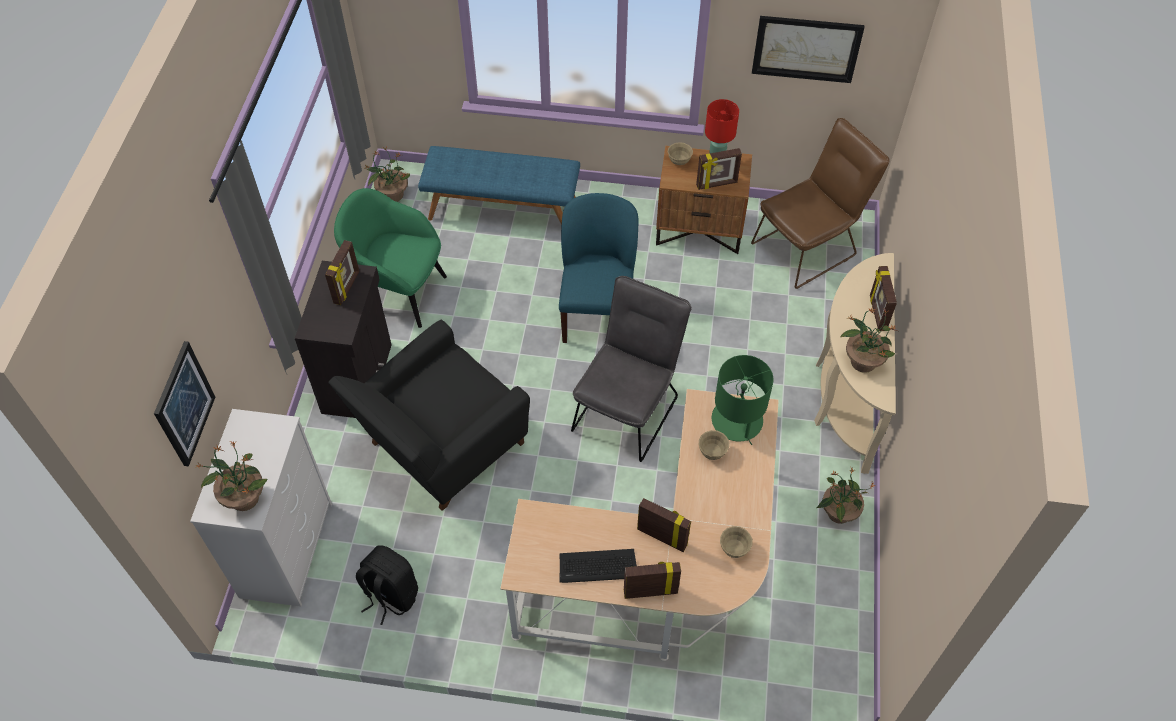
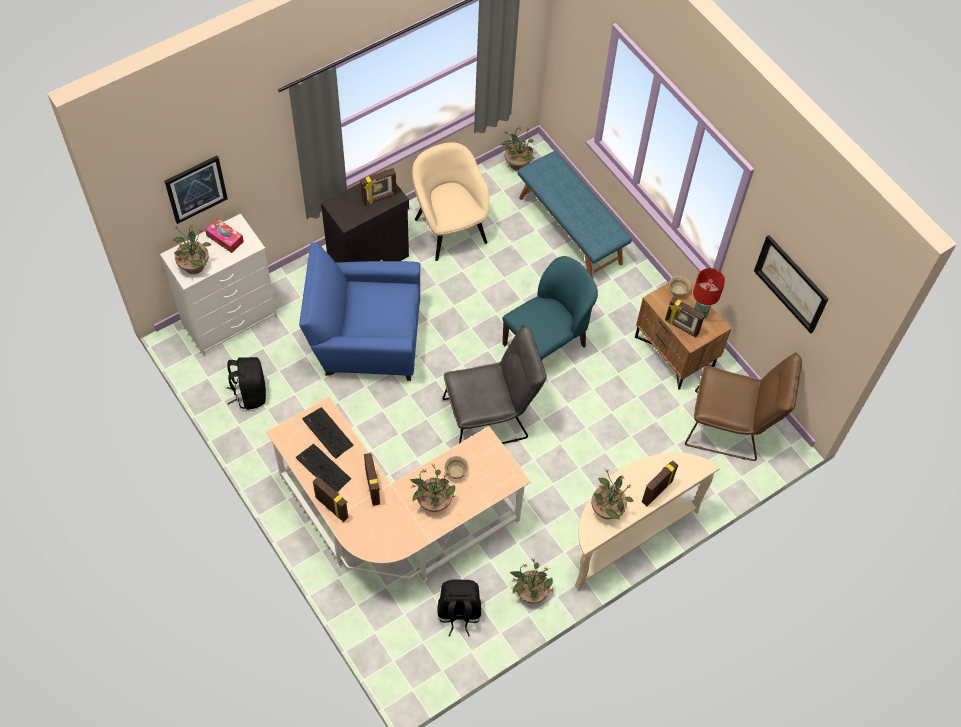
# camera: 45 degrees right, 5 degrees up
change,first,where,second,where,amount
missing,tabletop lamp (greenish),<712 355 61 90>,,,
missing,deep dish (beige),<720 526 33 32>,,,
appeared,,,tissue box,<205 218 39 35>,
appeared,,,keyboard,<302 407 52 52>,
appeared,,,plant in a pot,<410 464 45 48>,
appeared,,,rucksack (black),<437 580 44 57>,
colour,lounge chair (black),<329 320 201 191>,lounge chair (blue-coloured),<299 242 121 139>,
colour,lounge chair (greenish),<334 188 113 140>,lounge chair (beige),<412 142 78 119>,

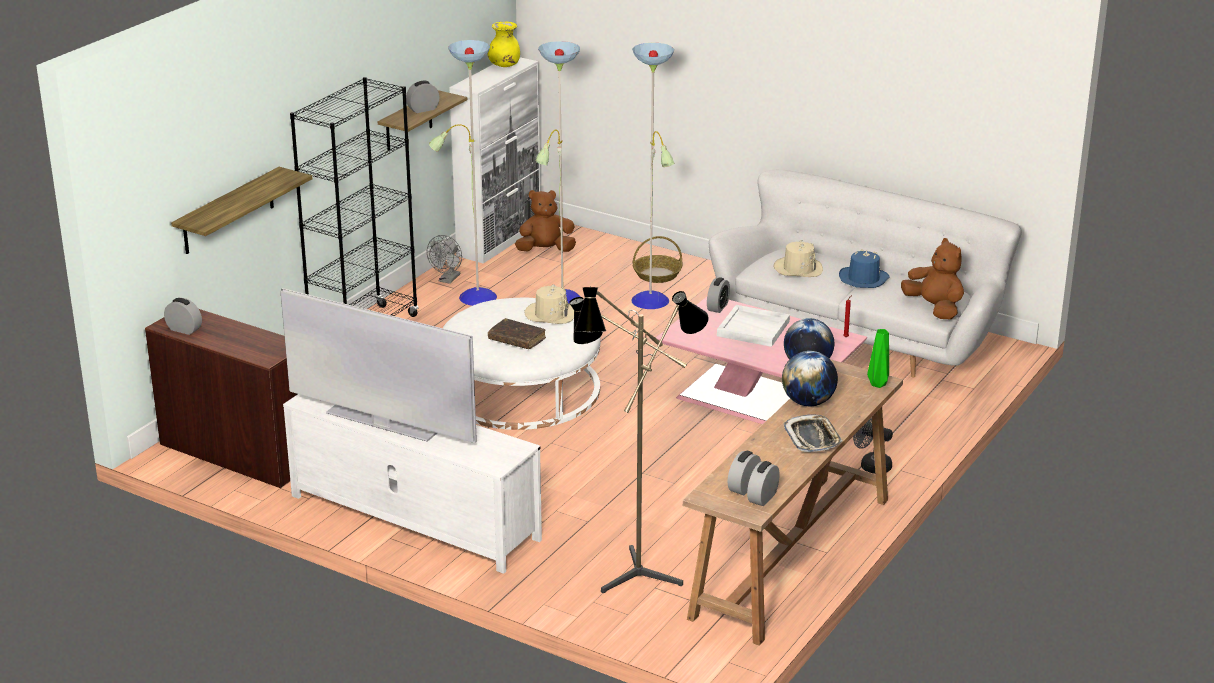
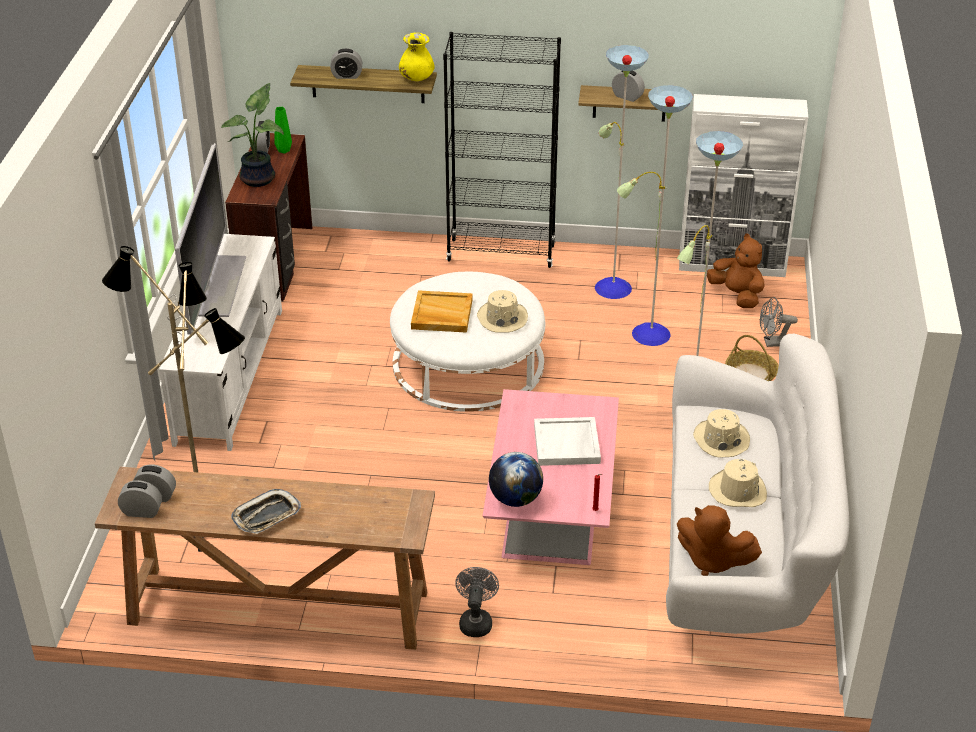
# camera: 65 degrees right, 10 degrees up
change,first,where,second,where,amount
missing,globe,<782 351 56 55>,,,
appeared,,,plant in a pot,<221 83 63 104>,
relocated,fan (grey),<427 235 35 49>,,<760 297 38 50>,
relocated,decorative vase (yellowish),<488 21 32 46>,,<399 33 36 48>,
relocated,table clock,<707 277 23 36>,,<330 48 32 31>,
relocated,decorative vase (greenish),<867 329 22 59>,,<274 107 18 47>,
exchanged,volume (brownish),<488 318 58 31>,serving tray (beige),<411 290 62 43>,
colour,hat (blue-coloured),<839 249 50 39>,hat (beige),<709 458 58 49>,
spun,plush toy (brownish),<901 238 63 81>,,<677 505 85 71>,90 degrees clockwise

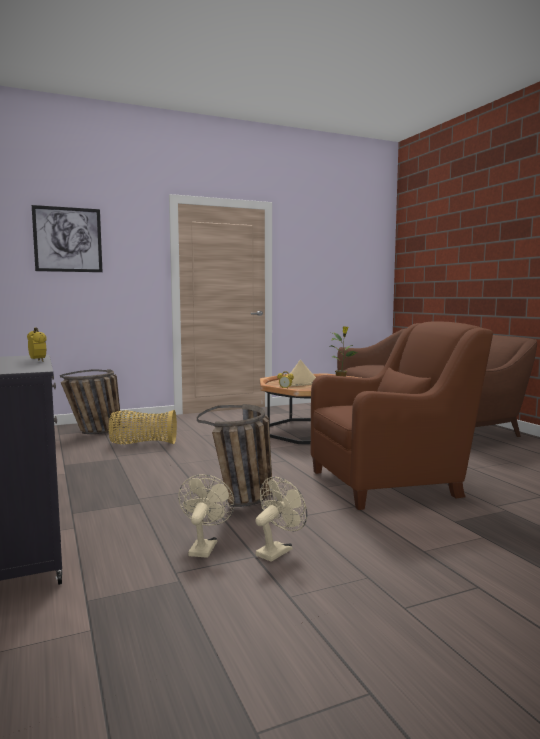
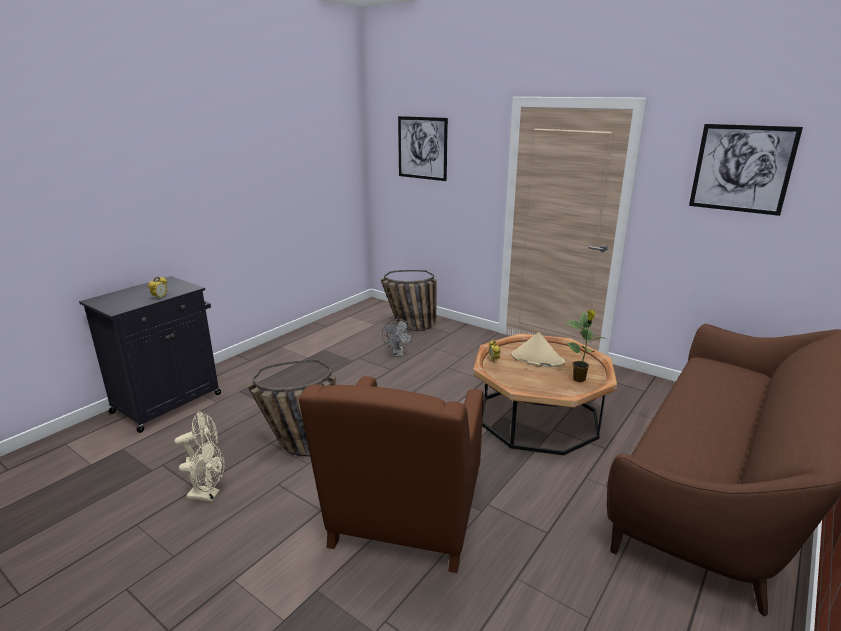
# camera: 60 degrees right, 15 degrees up
change,first,where,second,where,amount
appeared,,,wall art,<689 124 114 92>,
exchanged,household basket,<109 410 68 35>,fan (grey),<382 319 31 38>,
spun,lounge chair (brownish),<311 321 182 189>,,<299 376 185 197>,60 degrees clockwise

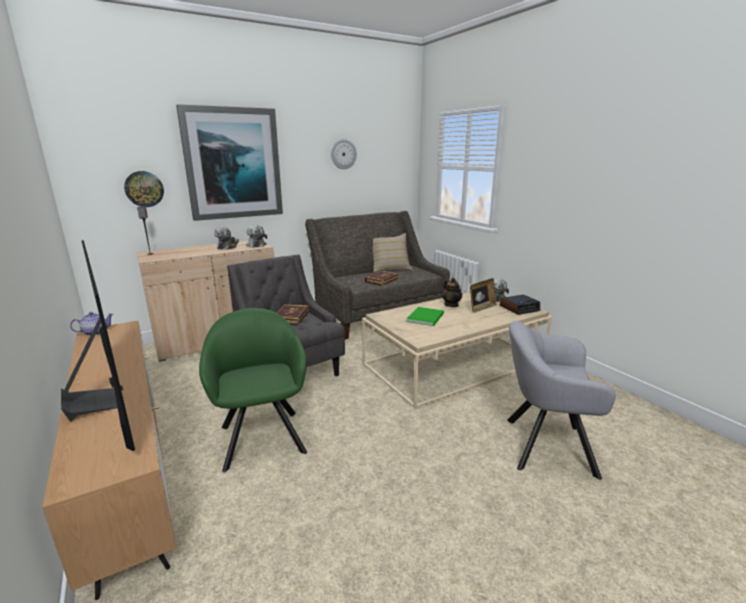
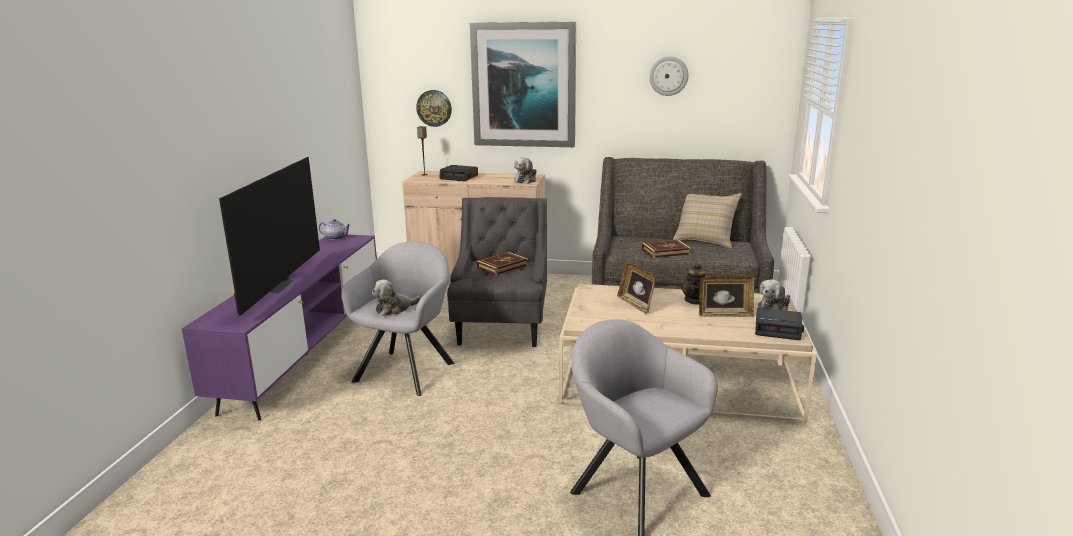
# camera: 40 degrees right, 0 degrees up
change,first,where,second,where,amount
appeared,,,table clock,<439 165 39 16>,
relocated,plush toy,<214 226 25 24>,,<372 280 49 36>,
exchanged,volume (greenish),<407 307 37 19>,photo frame,<617 262 39 52>,
colour,tv unit (brownish),<42 320 135 280>,tv unit (purple-coloured),<182 235 195 185>,
colour,lounge chair (greenish),<199 308 108 164>,lounge chair (grey),<341 241 113 155>,

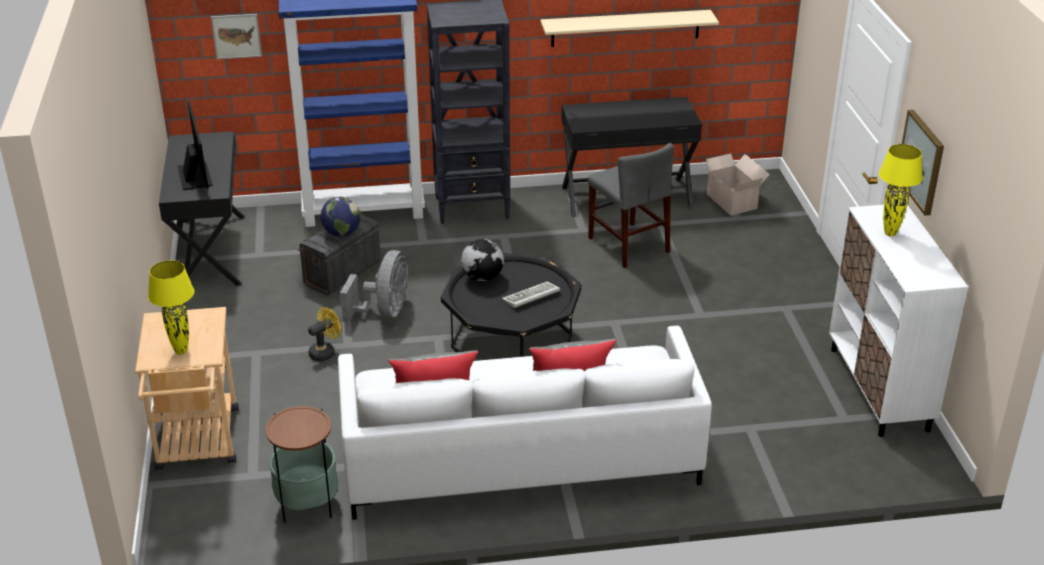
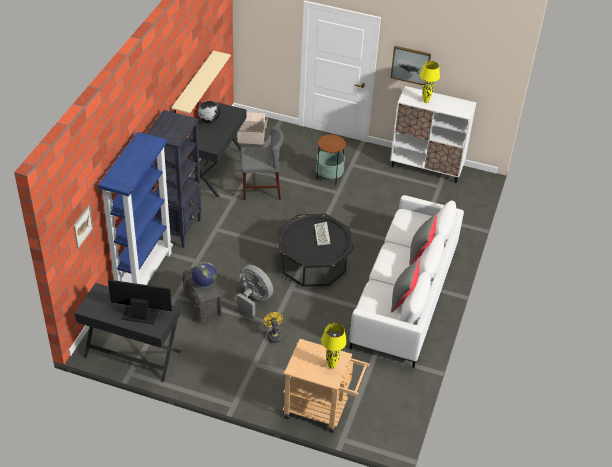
# camera: 65 degrees left, 10 degrees up
change,first,where,second,where,amount
relocated,side table,<265 406 73 117>,,<316 134 30 52>,
relocated,globe,<461 239 43 42>,,<198 101 22 22>,

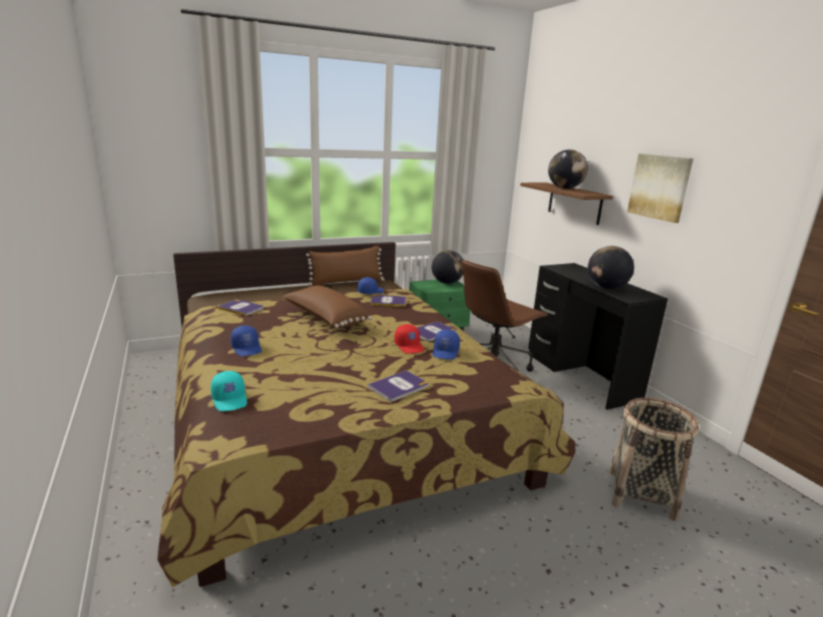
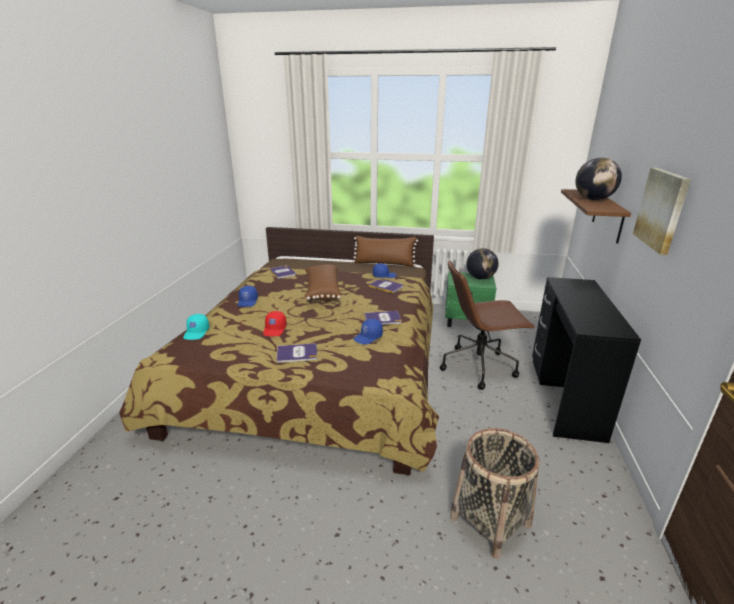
# camera: 35 degrees right, 5 degrees up
change,first,where,second,where,amount
missing,globe,<588 246 46 43>,,,
relocated,baseball cap (red-coloured),<394 324 30 30>,,<263 311 24 25>,

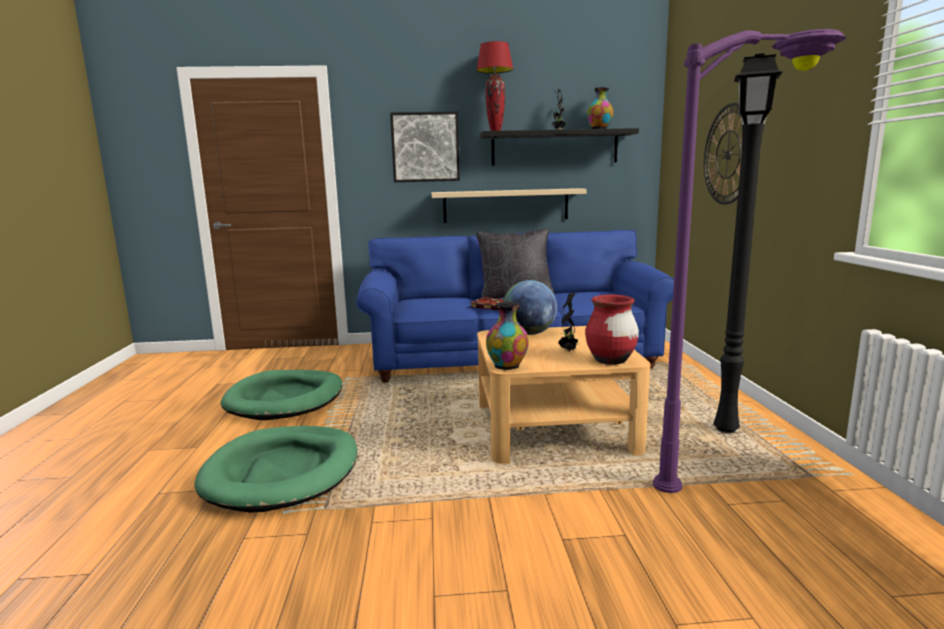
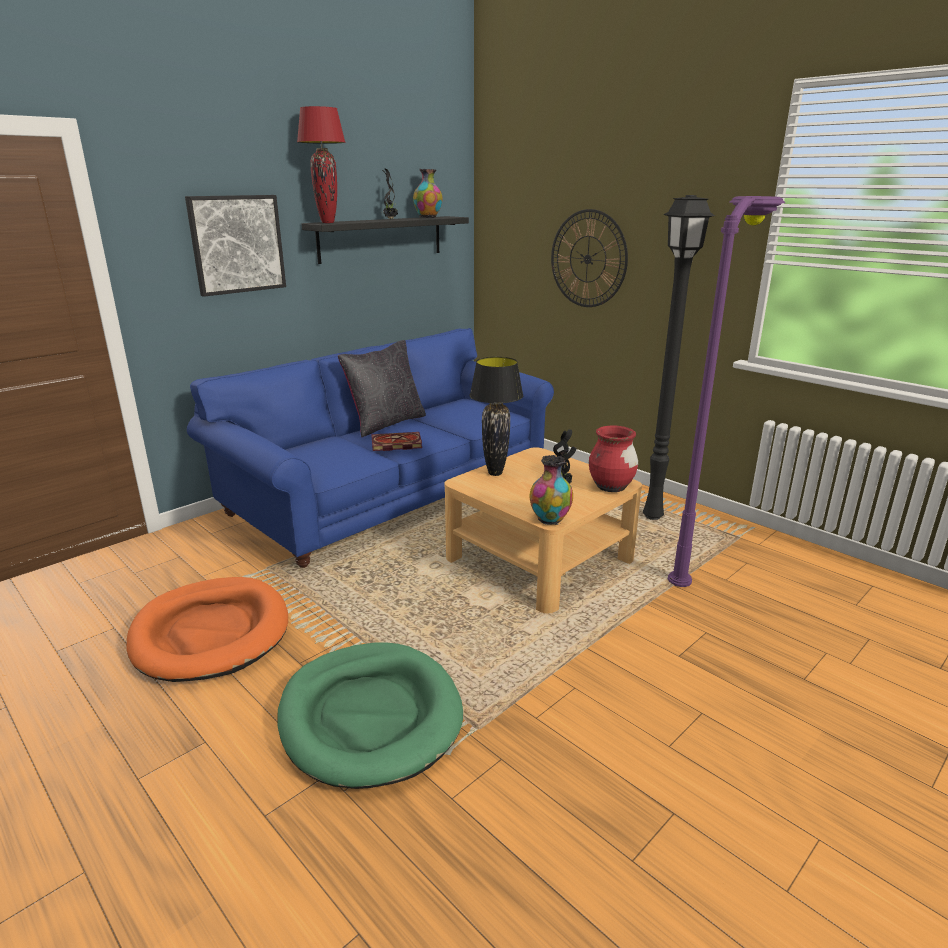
# camera: 40 degrees left, 10 degrees up
change,first,where,second,where,amount
missing,shelf (beige),<431 188 156 35>,,,
exchanged,globe,<503 280 54 55>,tabletop lamp (black),<469 357 54 119>,
colour,pet bed (greenish),<221 370 121 50>,pet bed (orange),<126 577 162 105>,

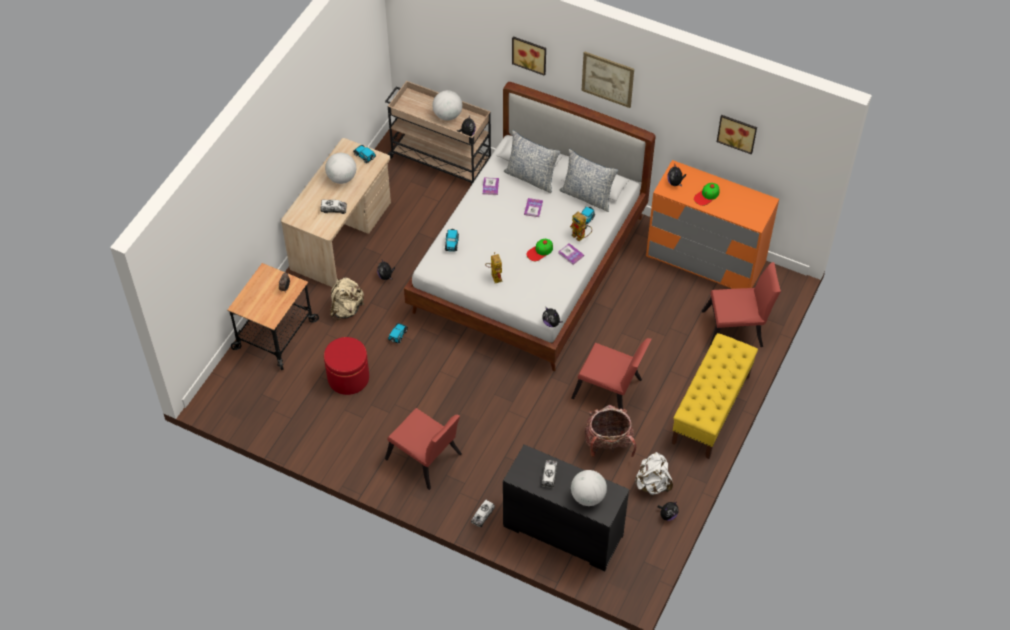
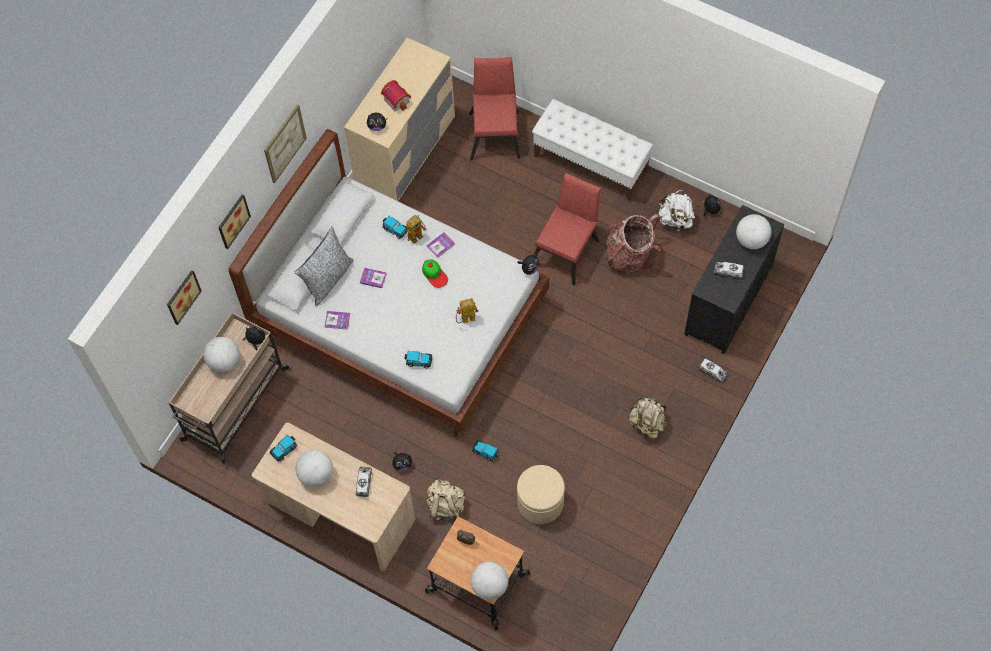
# camera: 85 degrees left, 10 degrees up
change,first,where,second,where,amount
missing,throw pillow,<560 149 58 63>,,,
appeared,,,globe,<470 561 38 39>,
relocated,wall art,<717 115 40 40>,,<167 270 35 55>,
exchanged,plain chair (red-coloured),<385 408 77 82>,rucksack (beige),<628 398 38 41>,
exchanged,baseball cap,<694 183 26 23>,miniature house,<381 80 30 32>,
colour,ottoman (red-coloured),<324 337 45 58>,ottoman (beige),<517 465 48 59>,
colour,chest of drawers (orange),<646 160 133 129>,chest of drawers (beige),<344 37 111 164>,
colour,bench (yellowish),<672 333 86 126>,bench (white),<532 99 121 102>,

